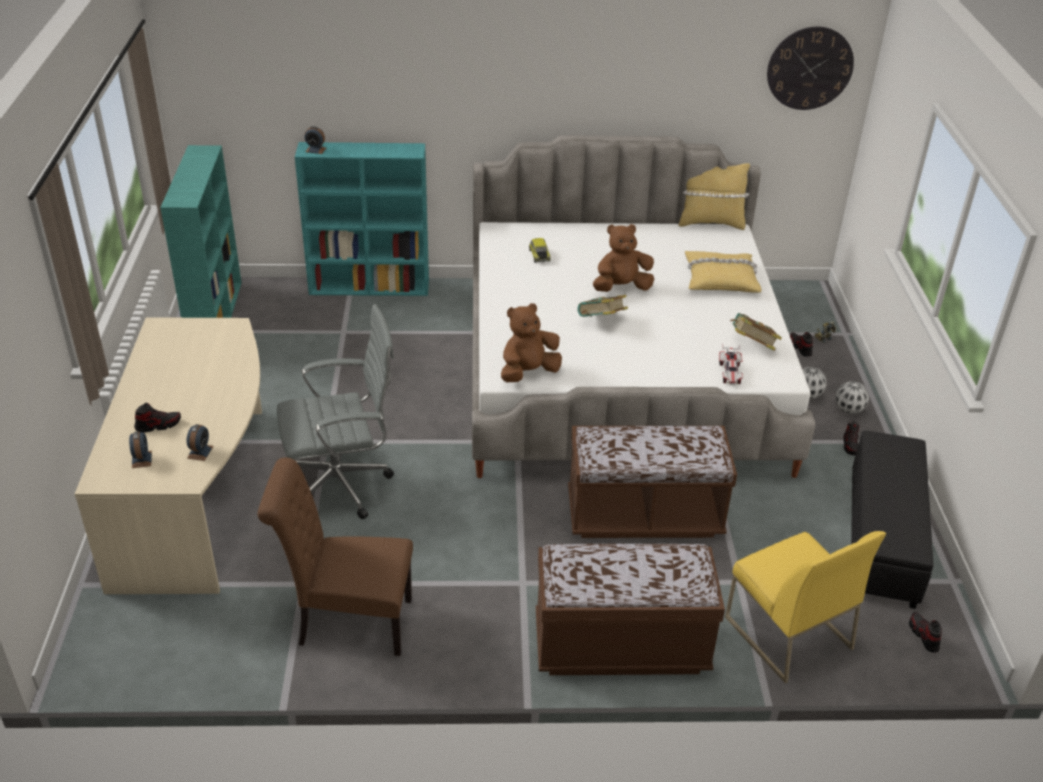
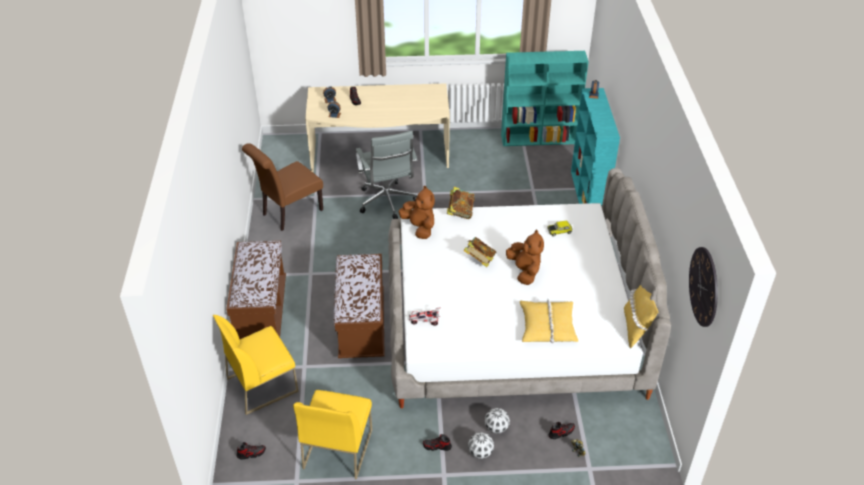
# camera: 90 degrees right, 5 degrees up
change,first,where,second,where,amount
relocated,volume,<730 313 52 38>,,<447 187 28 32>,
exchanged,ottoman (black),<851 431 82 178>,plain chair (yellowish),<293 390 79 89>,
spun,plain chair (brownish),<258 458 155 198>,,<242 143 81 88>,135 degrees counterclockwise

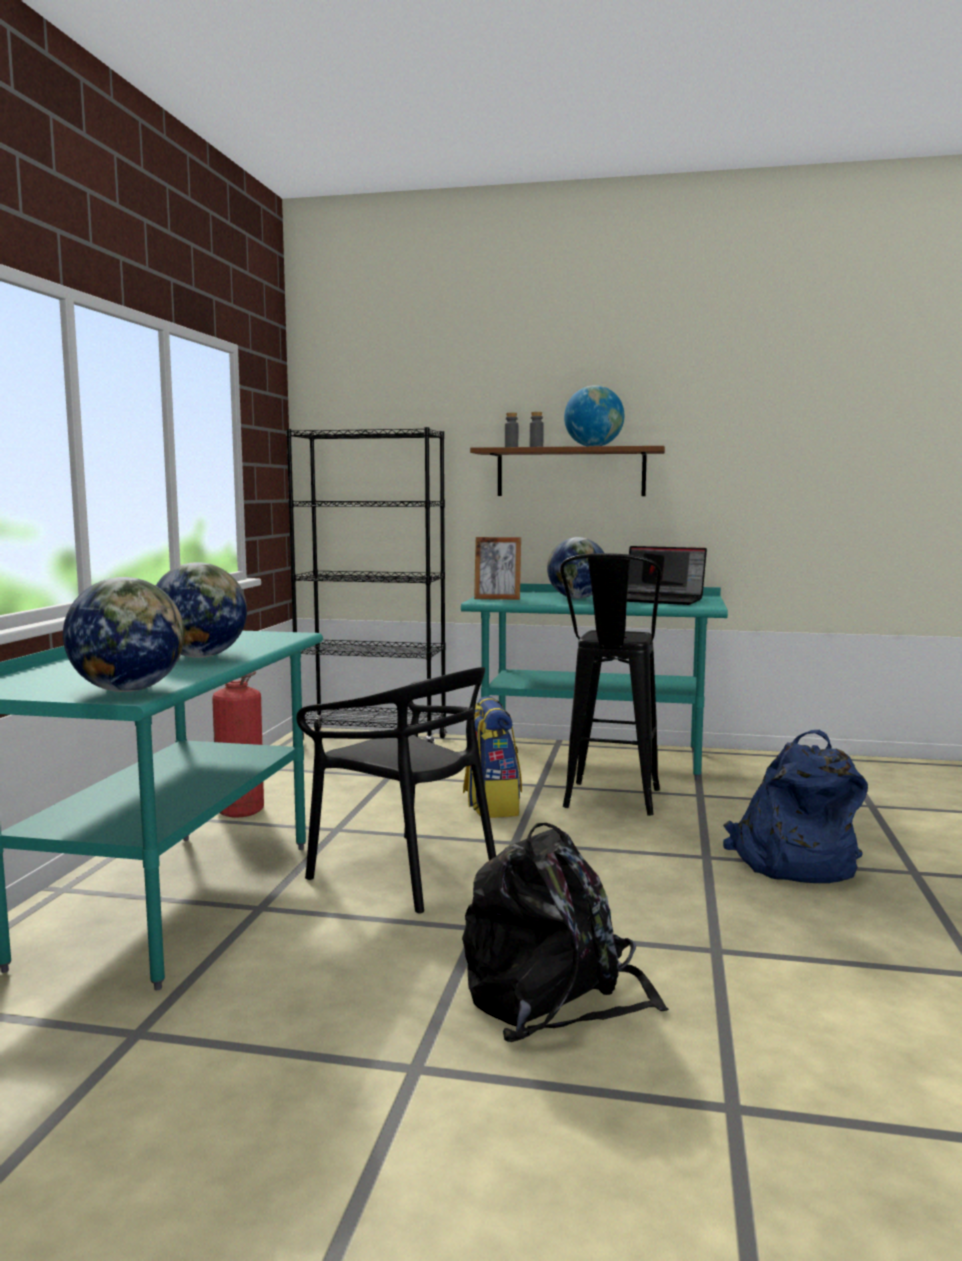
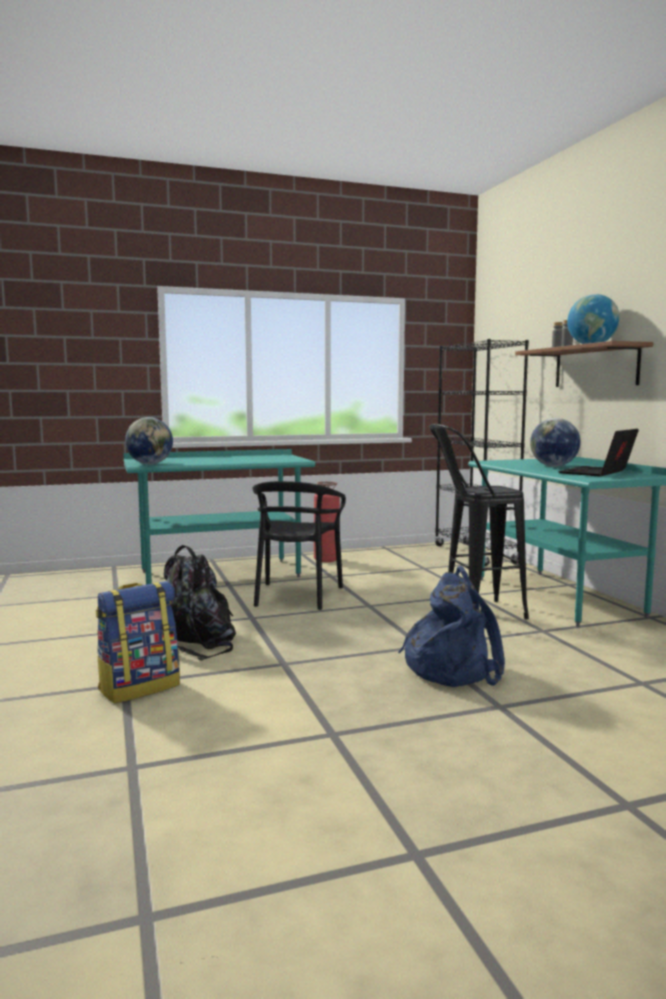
# camera: 60 degrees right, 0 degrees up
change,first,where,second,where,amount
missing,globe,<156 562 91 96>,,,
missing,photo frame,<474 537 47 63>,,,
relocated,rucksack,<463 696 59 122>,,<96 581 84 122>,
spun,laptop,<627 546 80 59>,,<558 429 81 48>,45 degrees clockwise

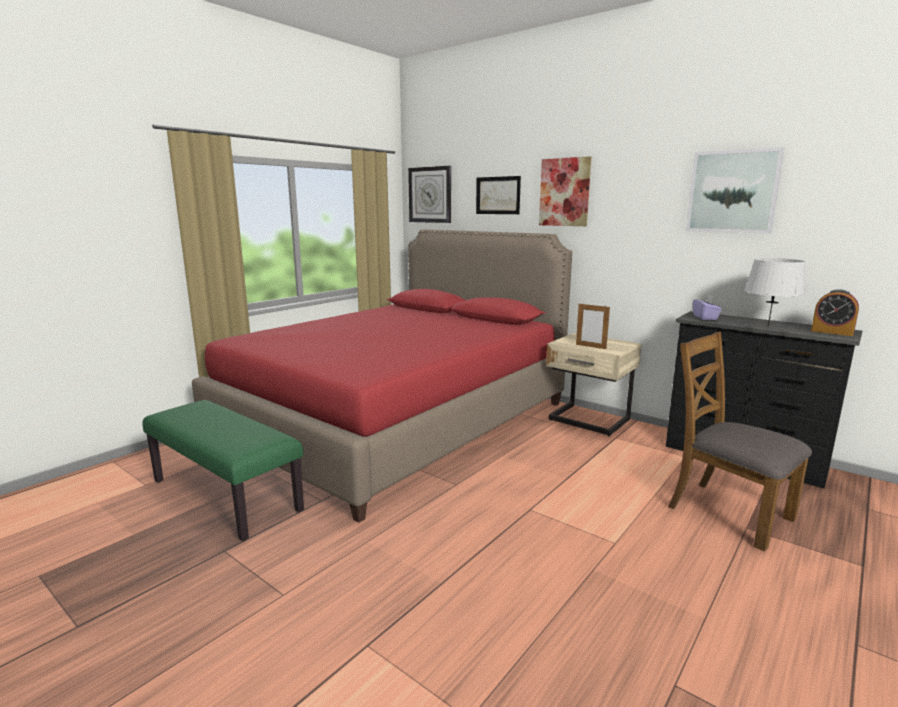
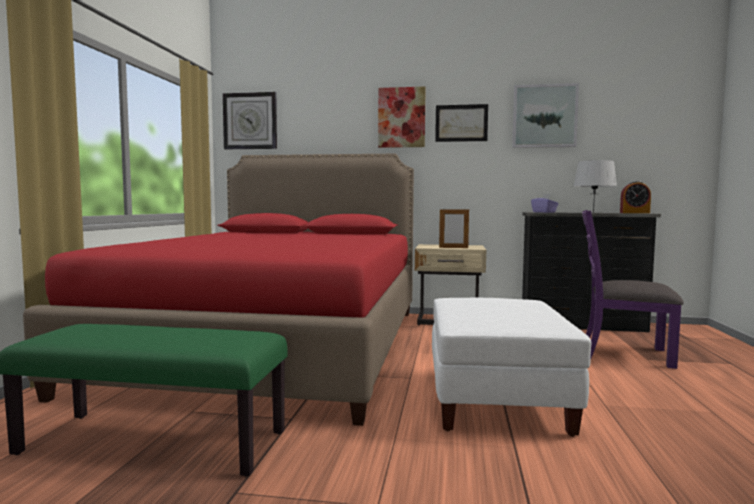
# camera: 30 degrees left, 10 degrees down
change,first,where,second,where,amount
appeared,,,ottoman (white),<432 298 159 139>,
relocated,wall art,<476 176 45 38>,,<435 104 53 38>,
colour,plain chair (brownish),<668 332 144 219>,plain chair (purple-coloured),<582 210 102 159>,

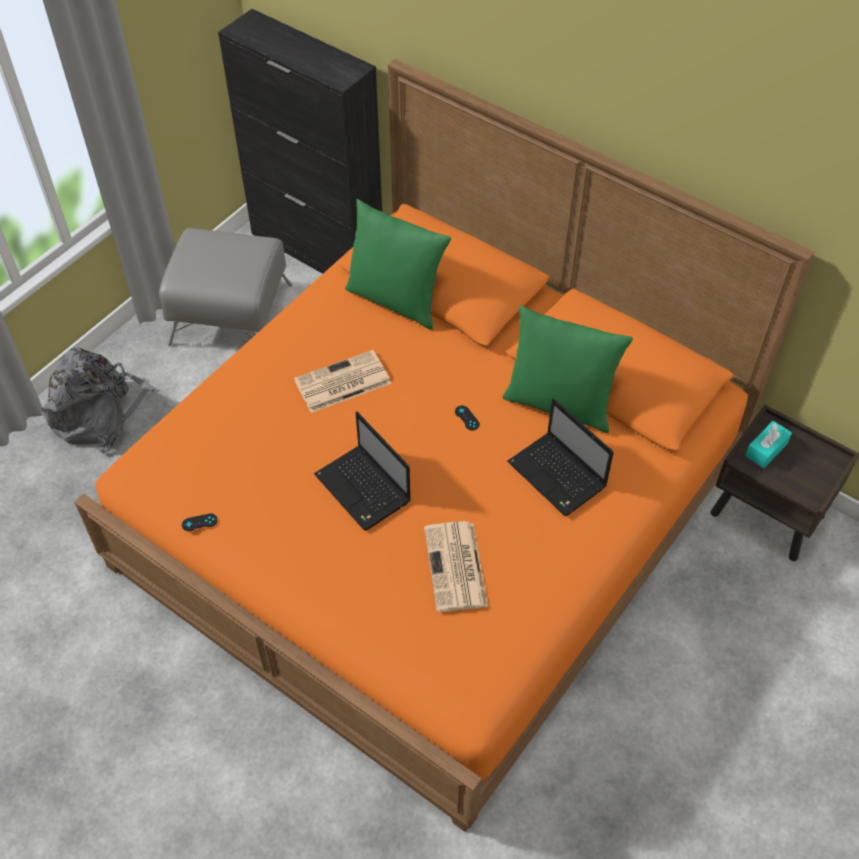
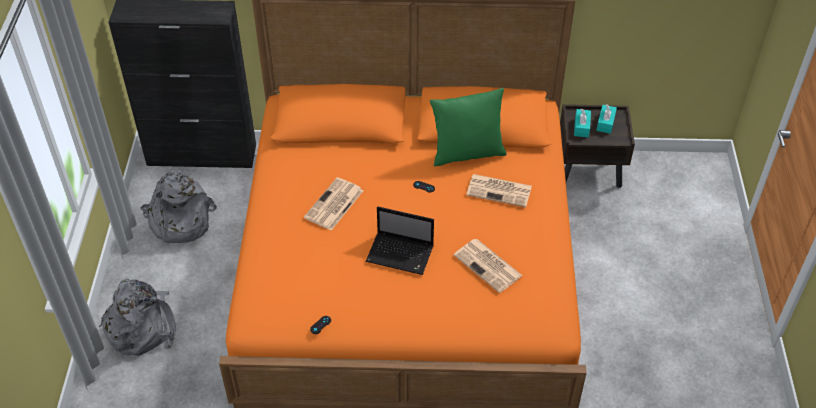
# camera: 35 degrees left, 5 degrees down
change,first,where,second,where,amount
missing,throw pillow (greenish),<345 199 106 131>,,,
appeared,,,tissue box (turquoise),<596 104 21 30>,
exchanged,ottoman (grey),<159 228 133 118>,rucksack (grey),<141 170 76 73>,
exchanged,laptop,<507 398 107 118>,daily paper,<466 174 66 33>,

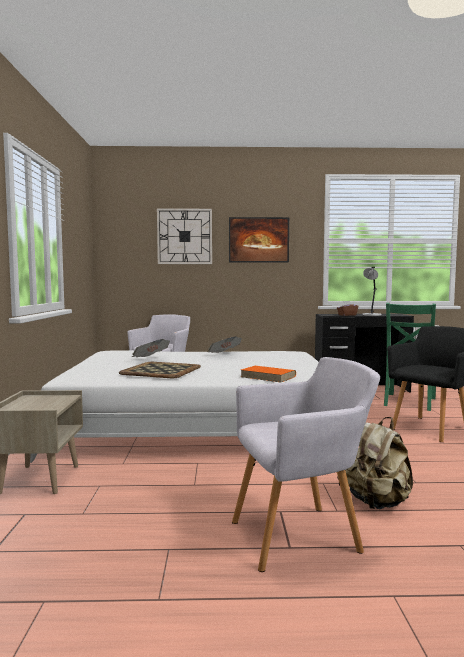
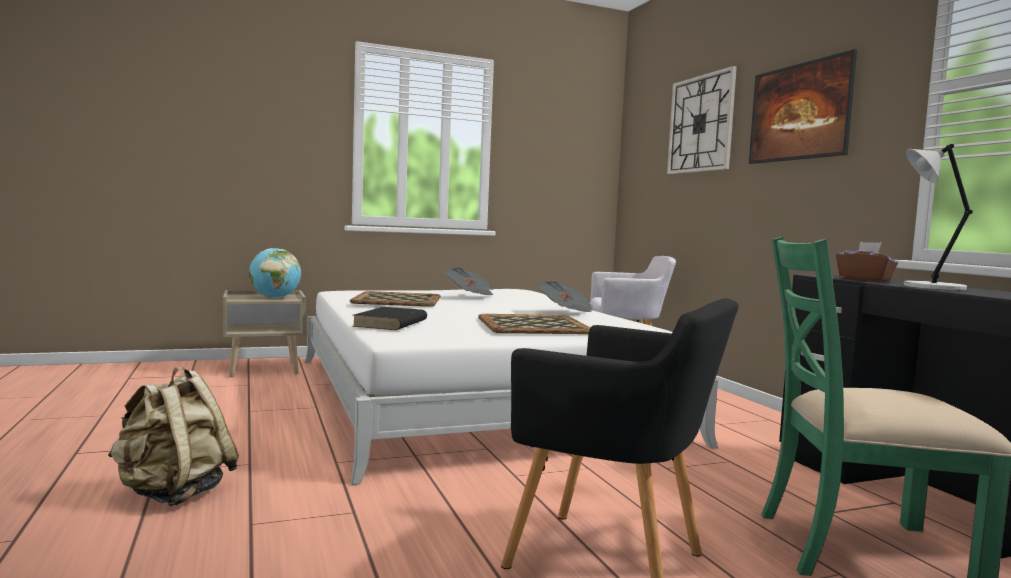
# camera: 70 degrees right, 0 degrees up
change,first,where,second,where,amount
missing,lounge chair (grey),<232 357 148 215>,,,
appeared,,,globe,<249 248 52 50>,
appeared,,,serving tray,<478 314 113 20>,
colour,volume (orange),<241 366 55 16>,volume (black),<352 307 75 23>,

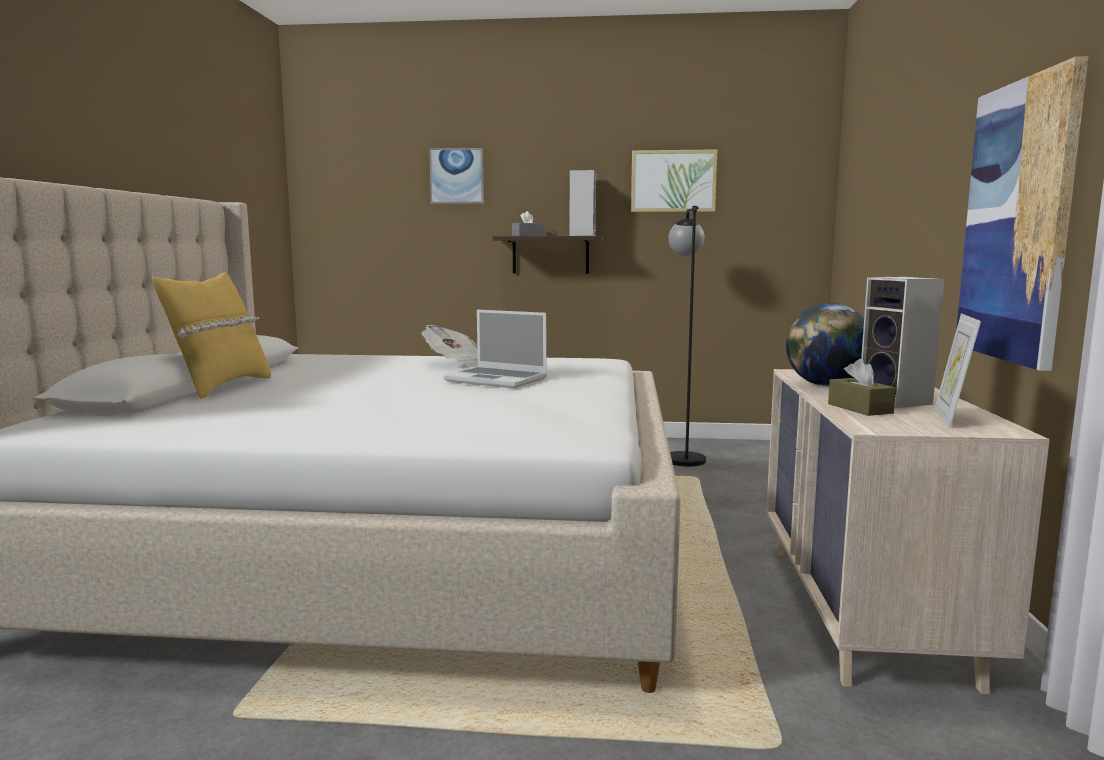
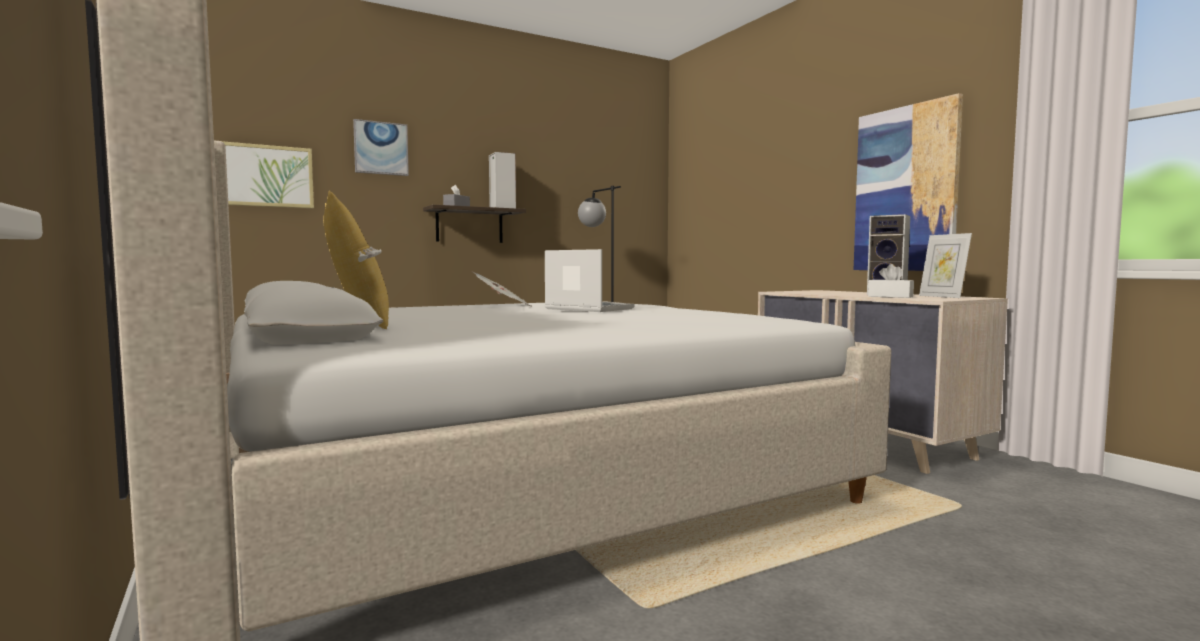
# camera: 35 degrees left, 5 degrees down
change,first,where,second,where,amount
missing,globe,<786 303 78 83>,,,
relocated,wall art,<631 149 86 63>,,<221 141 93 67>,
colour,tissue box (brownish),<828 359 68 57>,tissue box (white),<868 264 46 34>,
spun,laptop,<444 310 103 78>,,<545 249 90 63>,135 degrees counterclockwise

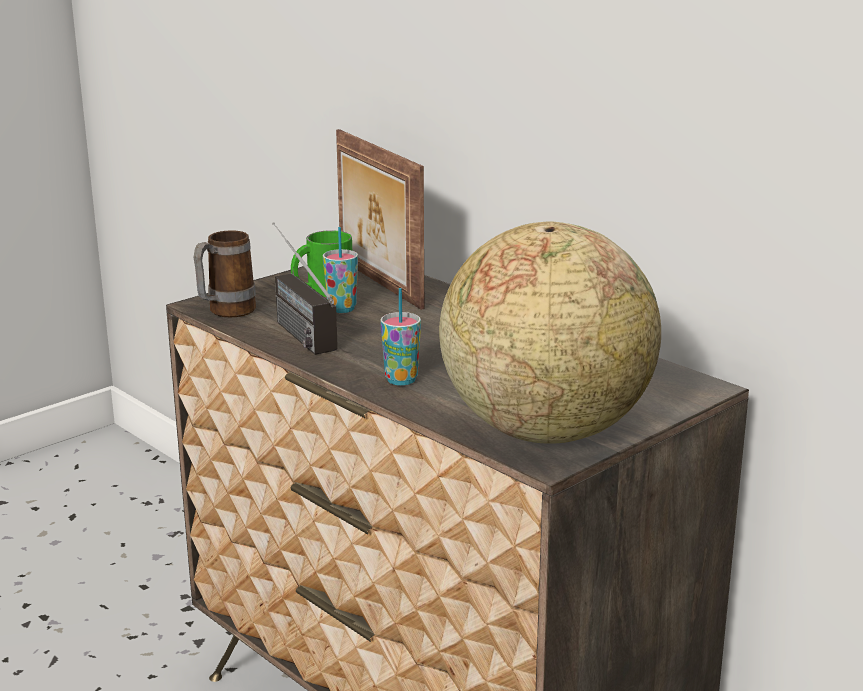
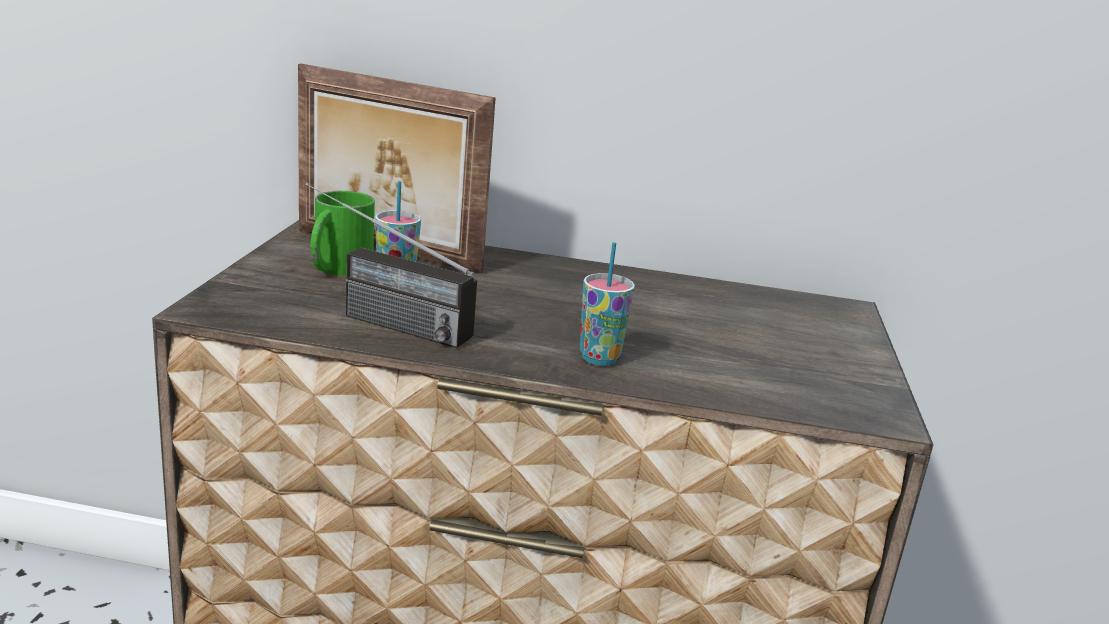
# camera: 40 degrees left, 0 degrees up
change,first,where,second,where,amount
missing,coffee mug,<194 230 62 87>,,,
missing,globe,<439 221 222 223>,,,

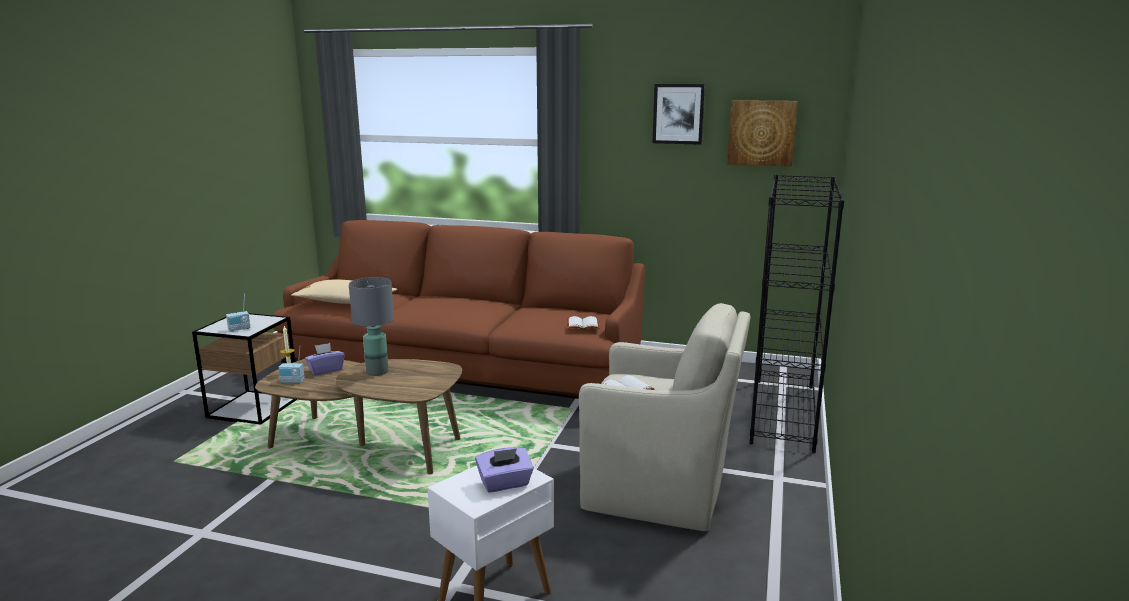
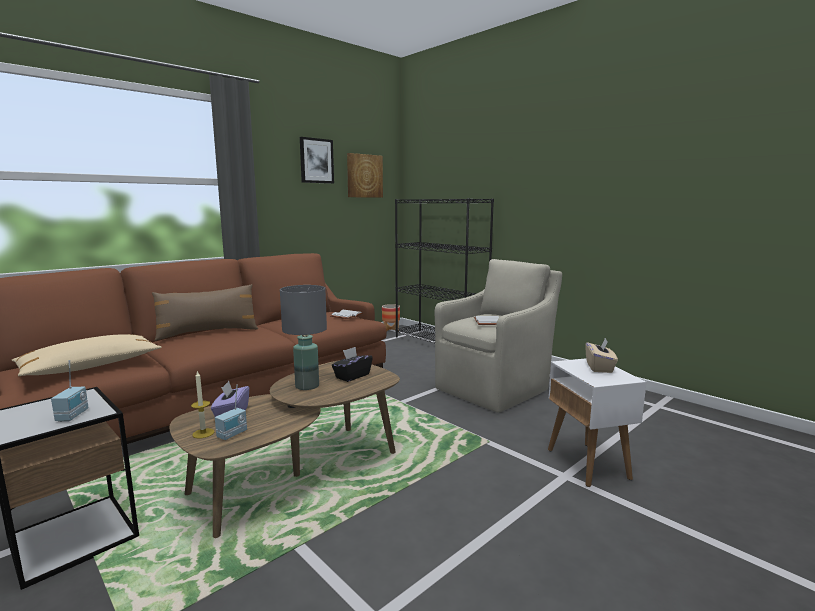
# camera: 60 degrees left, 5 degrees down
change,first,where,second,where,amount
appeared,,,throw pillow (brownish),<152 284 106 57>,
appeared,,,tissue box (black),<332 347 41 35>,
appeared,,,plant pot,<382 304 18 29>,
colour,tissue box (purple-coloured),<475 447 59 45>,tissue box (beige),<585 339 33 34>,

